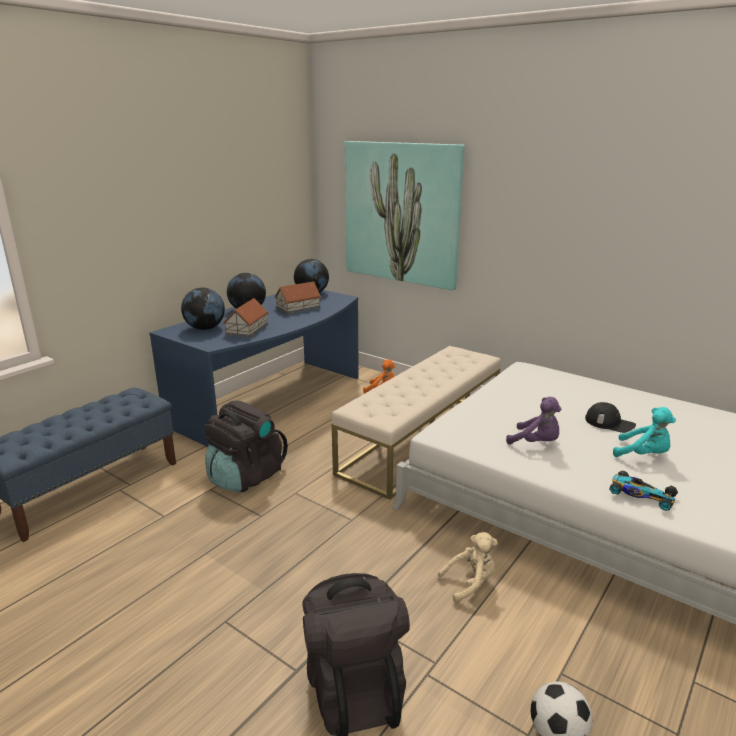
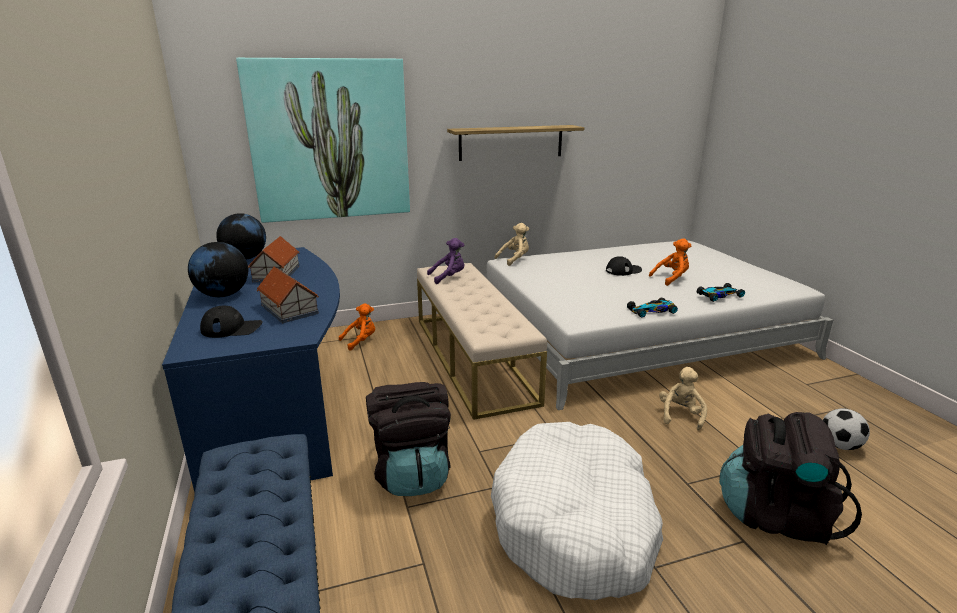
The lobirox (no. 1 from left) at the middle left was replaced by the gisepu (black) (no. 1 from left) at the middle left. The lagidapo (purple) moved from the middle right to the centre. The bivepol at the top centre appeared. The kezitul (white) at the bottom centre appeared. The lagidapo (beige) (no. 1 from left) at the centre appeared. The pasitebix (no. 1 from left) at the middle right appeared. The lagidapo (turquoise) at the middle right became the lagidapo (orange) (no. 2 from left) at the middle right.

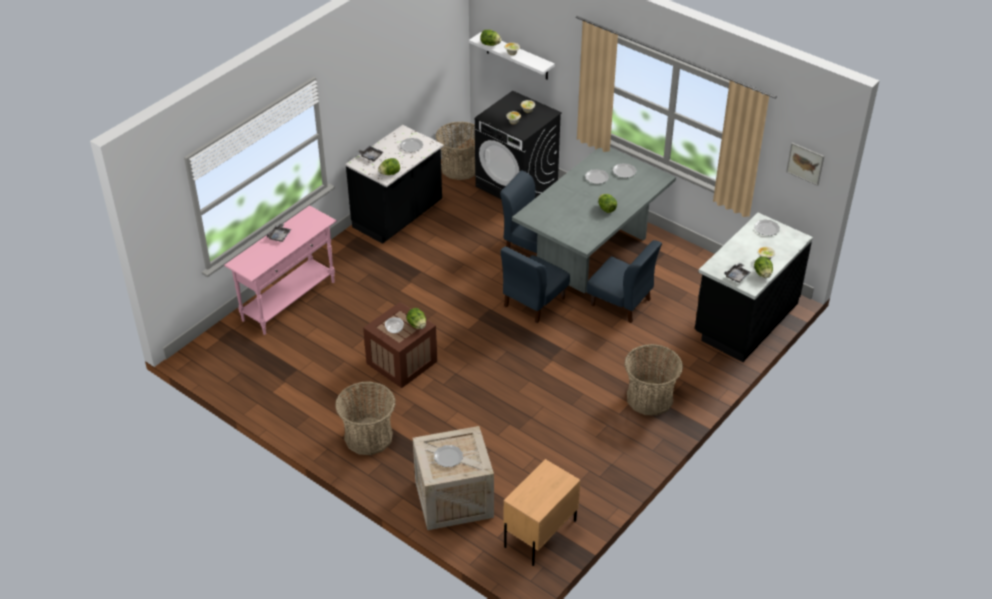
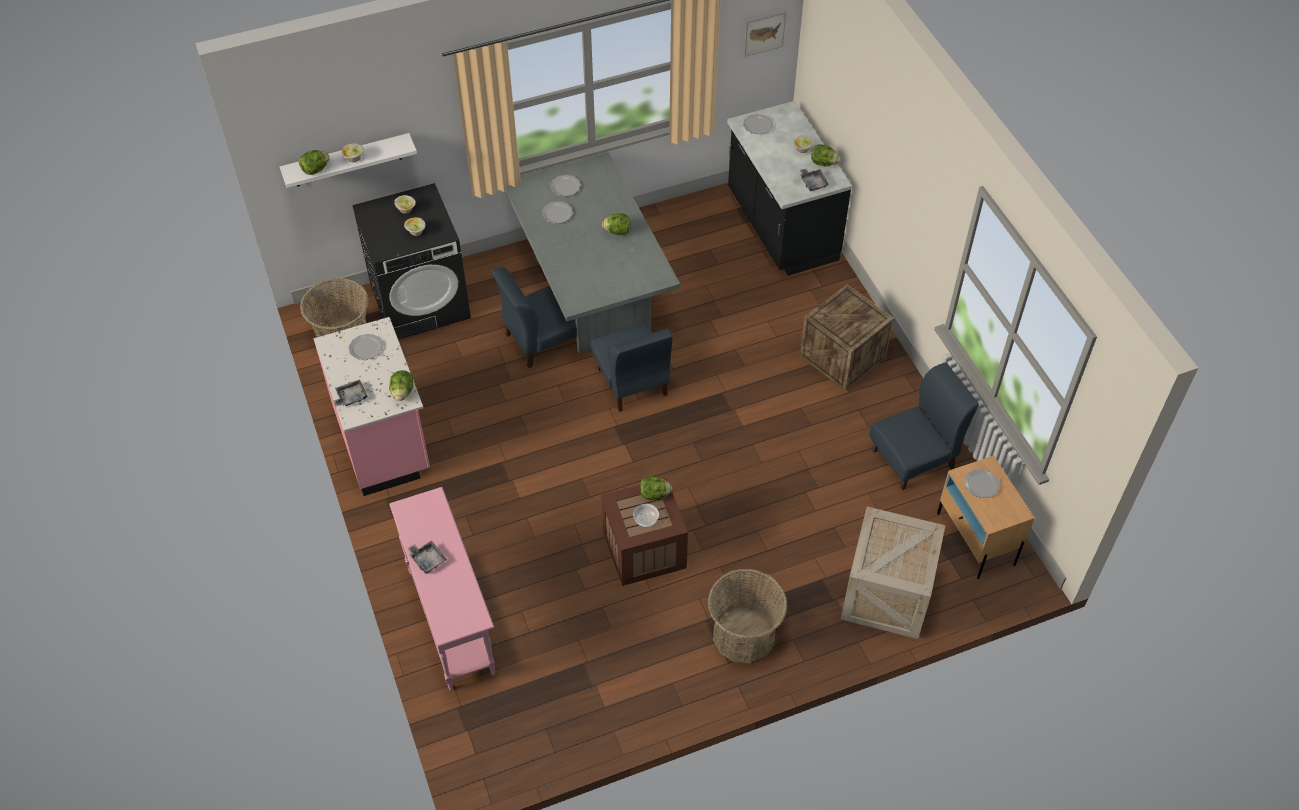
The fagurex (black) (no. 1 from left) at the top centre became the fagurex (pink) at the middle left. The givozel (no. 3 from left) at the centre was replaced by the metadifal (no. 2 from left) at the centre. The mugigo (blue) (no. 3 from left) moved from the centre to the middle right. The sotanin (no. 2 from left in the first image) moved from the bottom centre to the middle right.

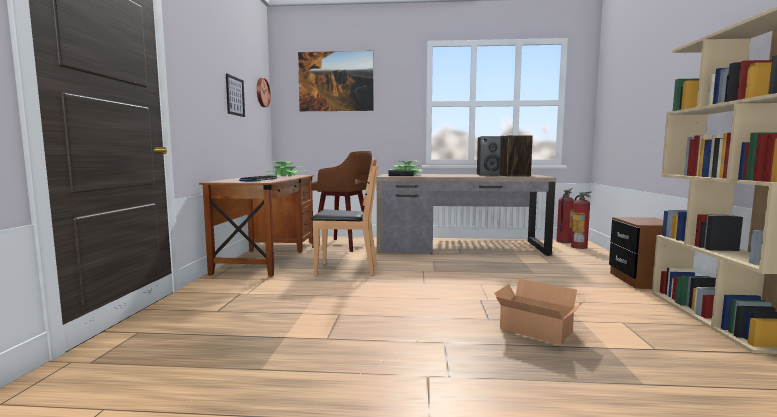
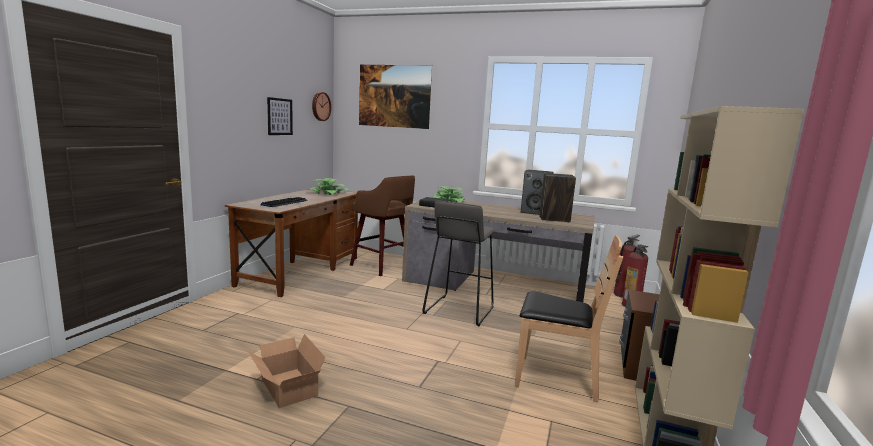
The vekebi moved from the bottom right to the bottom left. The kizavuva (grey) at the centre appeared. The mugigo (brown) moved from the centre to the bottom centre.

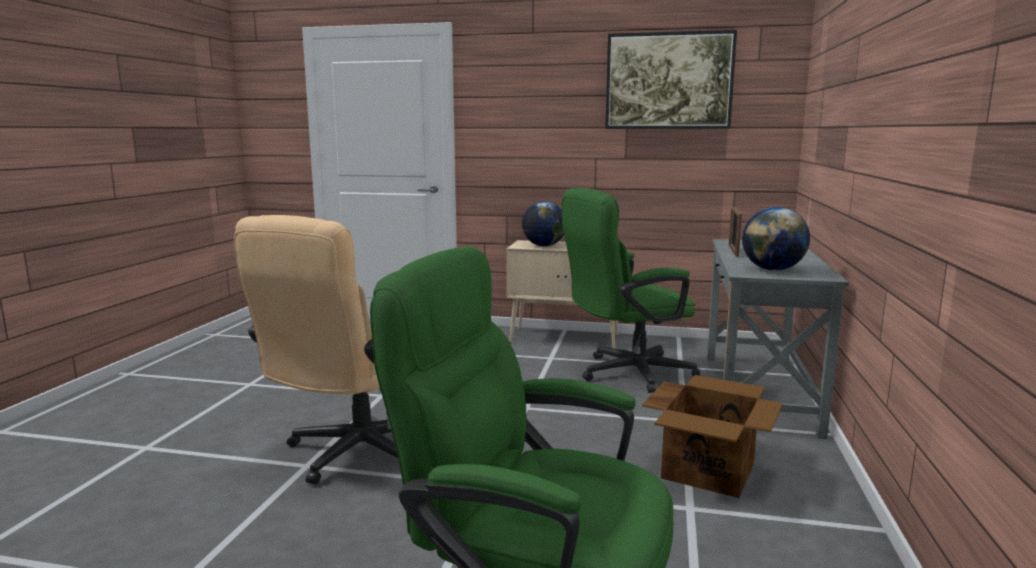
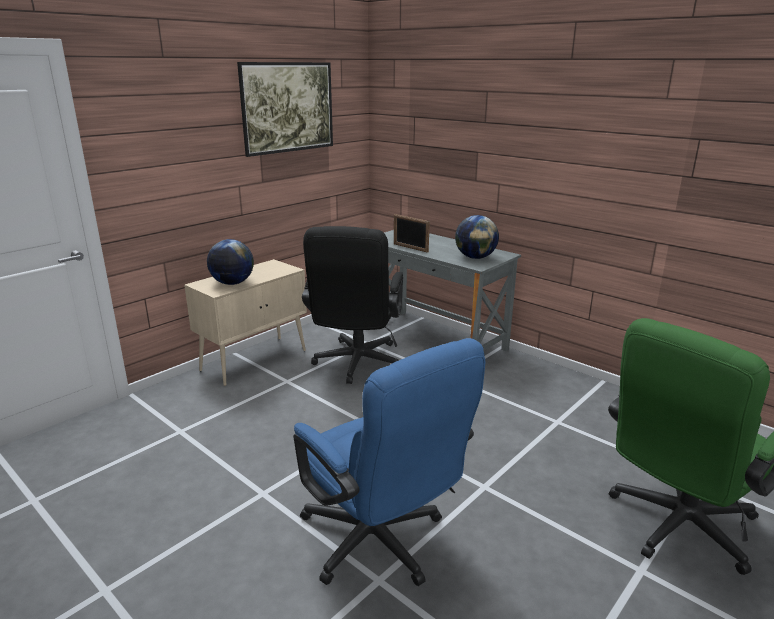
The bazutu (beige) at the middle left became the bazutu (blue) at the bottom centre. The bazutu (green) (no. 2 from left) at the centre became the bazutu (black) at the centre. The vekebi at the bottom right disappeared.

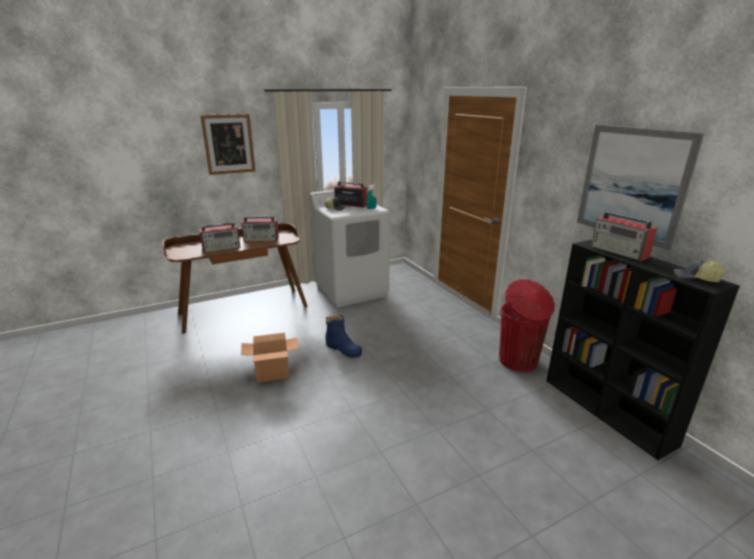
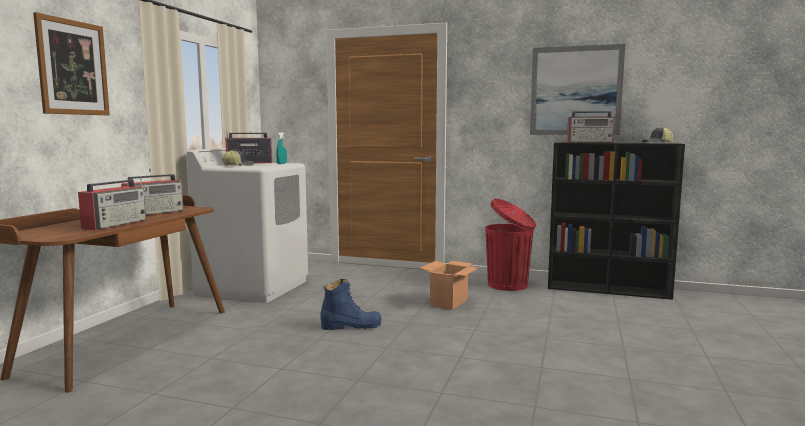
The vekebi moved from the centre to the bottom centre.

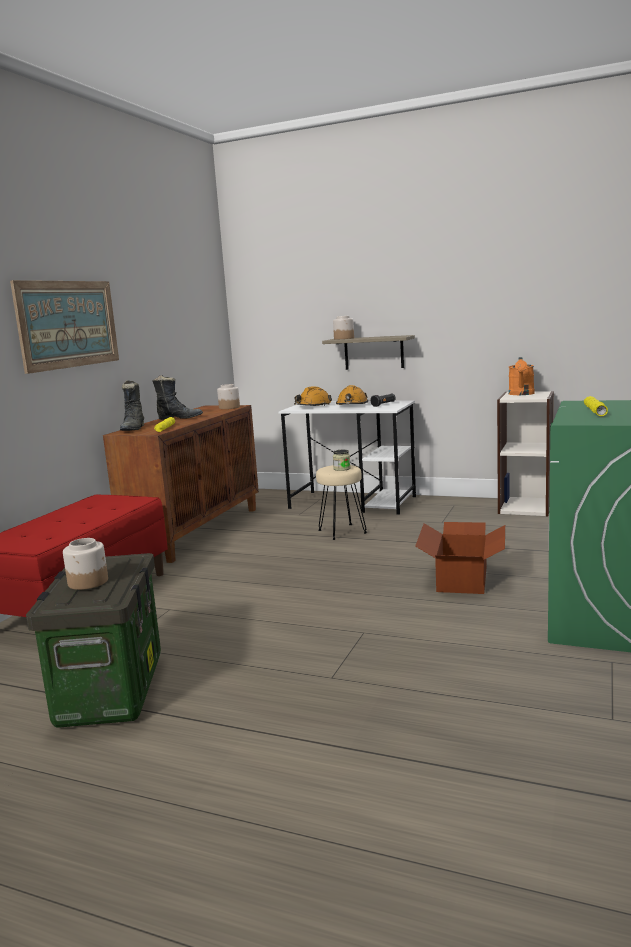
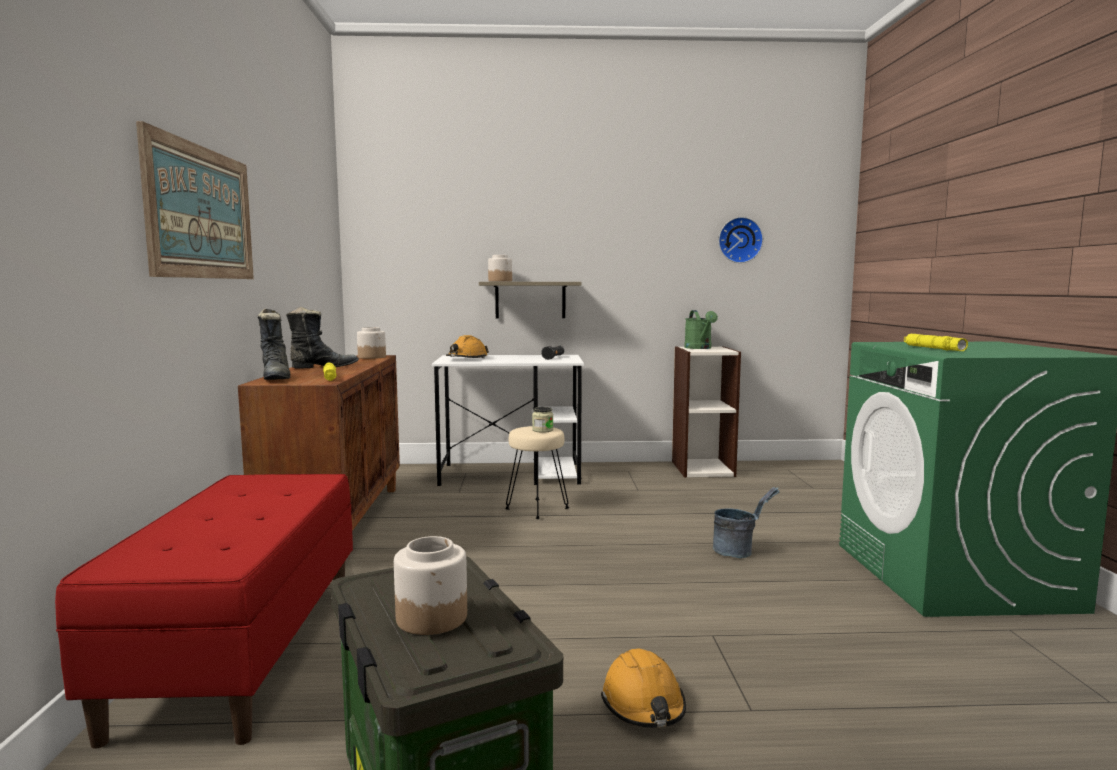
The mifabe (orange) (no. 2 from left) moved from the centre to the bottom centre. The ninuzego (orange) at the middle right became the ninuzego (green) at the centre. The vekebi at the middle right was replaced by the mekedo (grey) at the bottom right. The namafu at the top centre appeared.

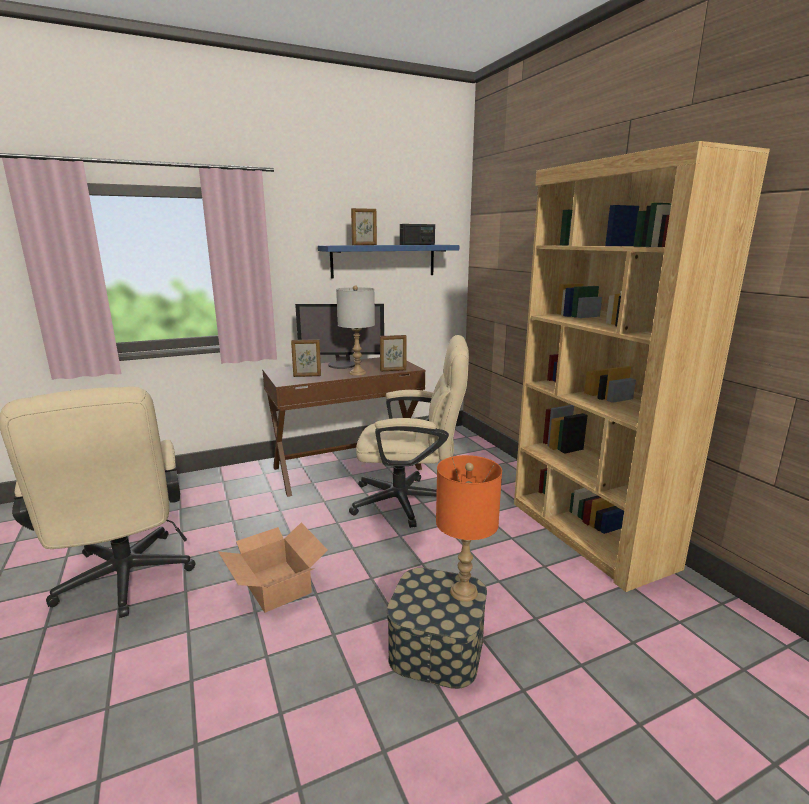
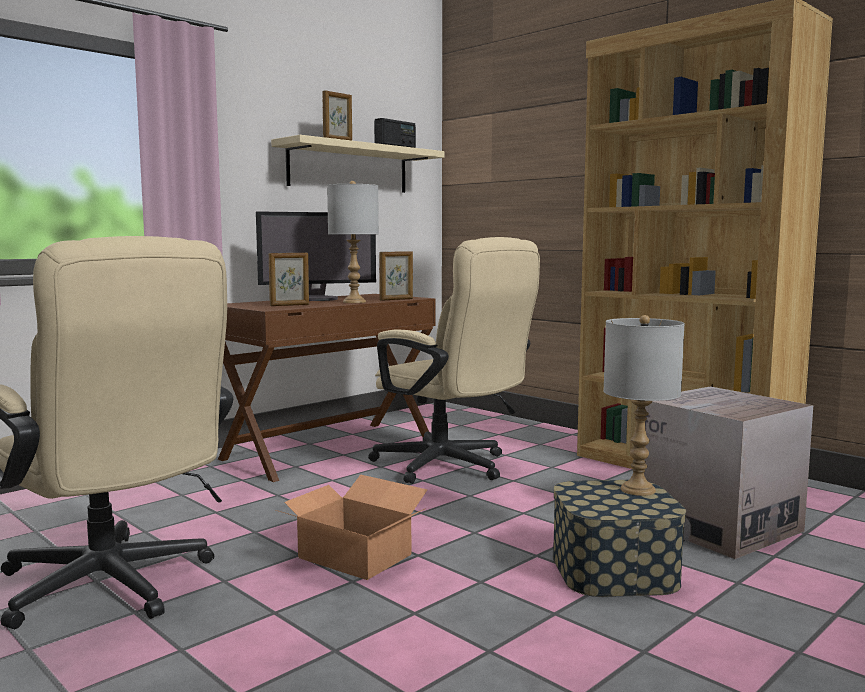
The bivepol (blue) at the top centre became the bivepol (beige) at the top centre. The bazutu (beige) (no. 2 from left) at the centre turned 60 degrees clockwise. The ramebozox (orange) at the centre became the ramebozox (grey) (no. 2 from left) at the middle right. The vekebi (no. 2 from left) at the bottom right appeared.

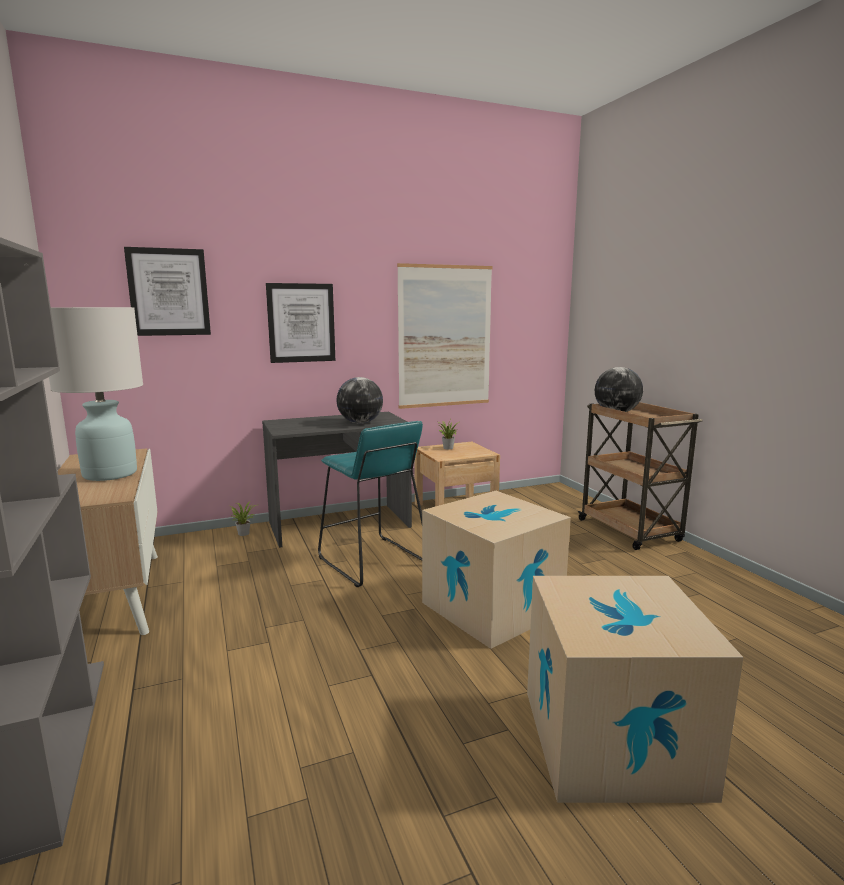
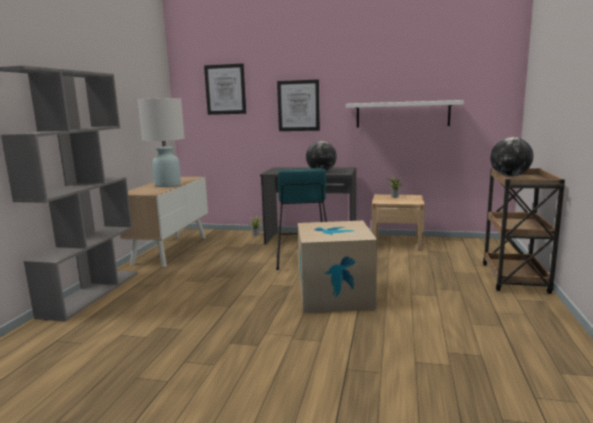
The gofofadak (no. 3 from left) at the centre was replaced by the bivepol (white) at the top right. The vekebi (no. 2 from left) at the bottom right disappeared.

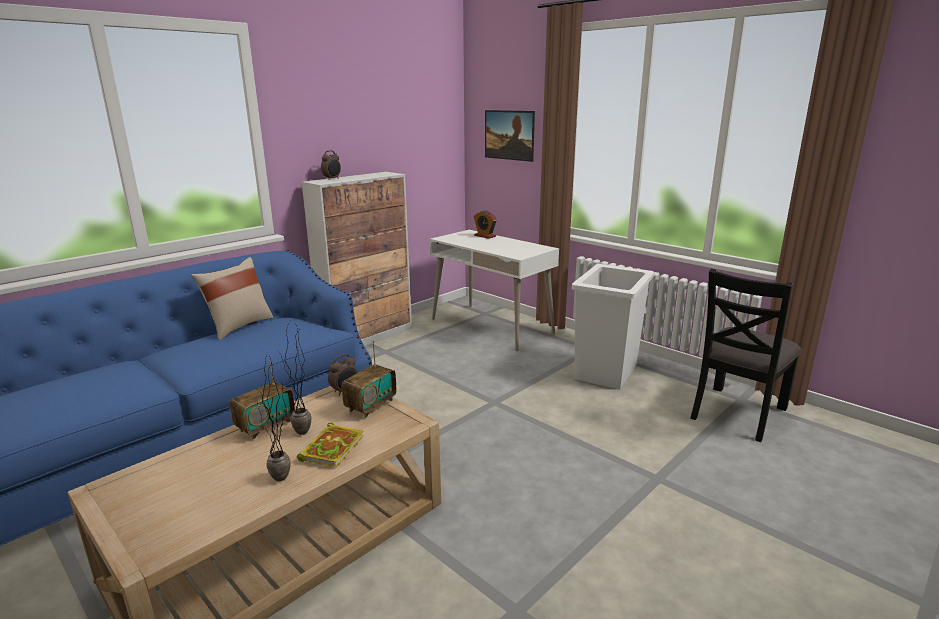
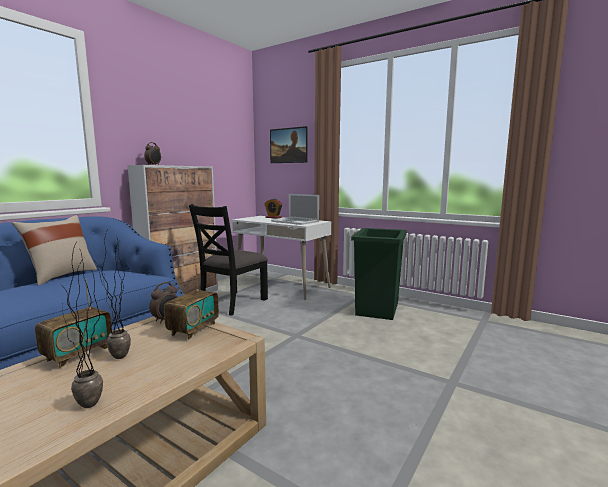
The mugigo (black) moved from the middle right to the centre. The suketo at the centre appeared. The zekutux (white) at the centre became the zekutux (green) at the centre. The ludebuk at the bottom centre disappeared.

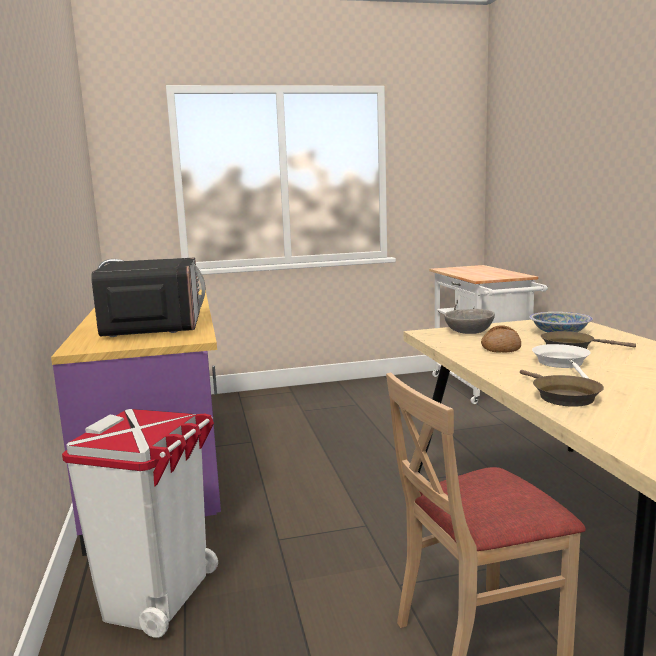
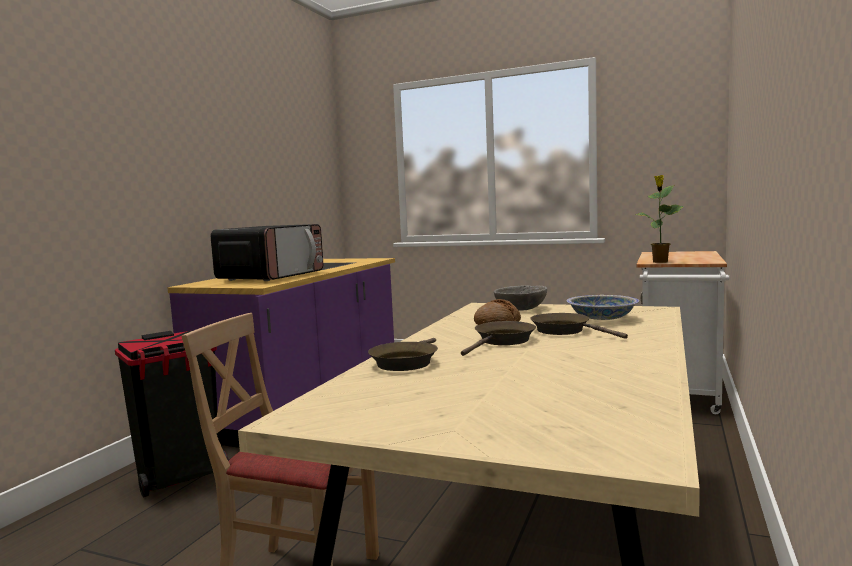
The zekutux (white) at the bottom left became the zekutux (black) at the bottom left. The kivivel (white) at the middle right became the kivivel (brown) (no. 2 from left) at the centre. The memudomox at the middle right appeared.

